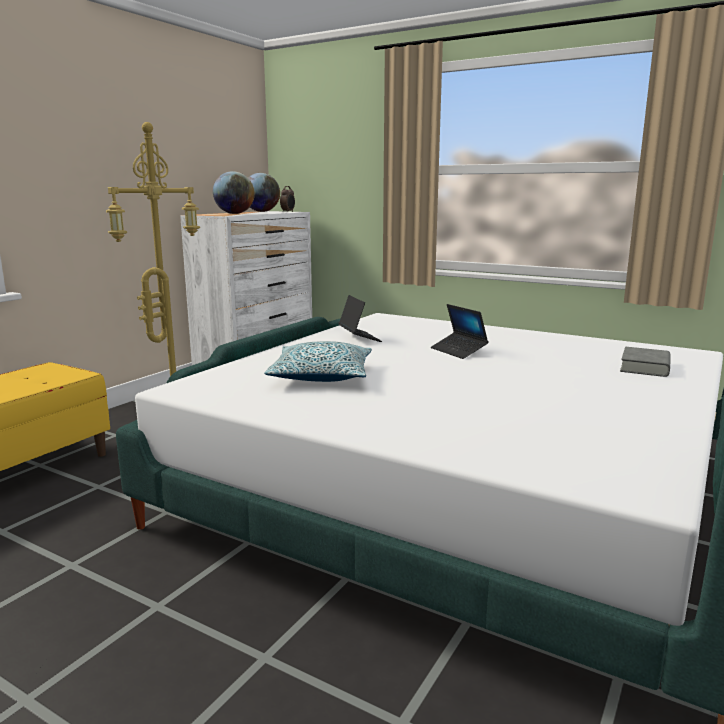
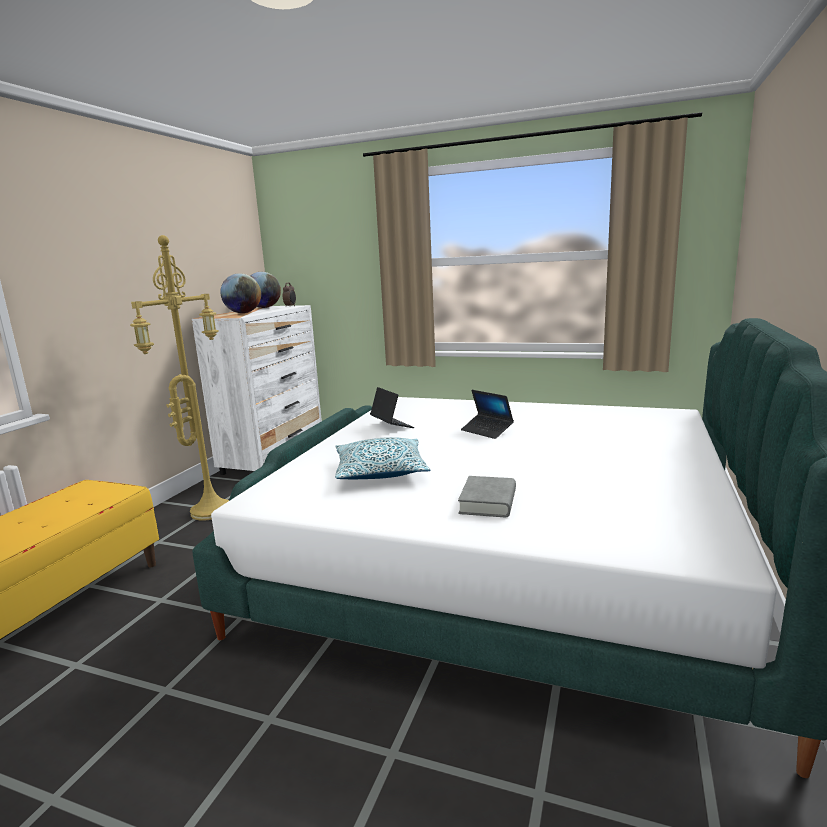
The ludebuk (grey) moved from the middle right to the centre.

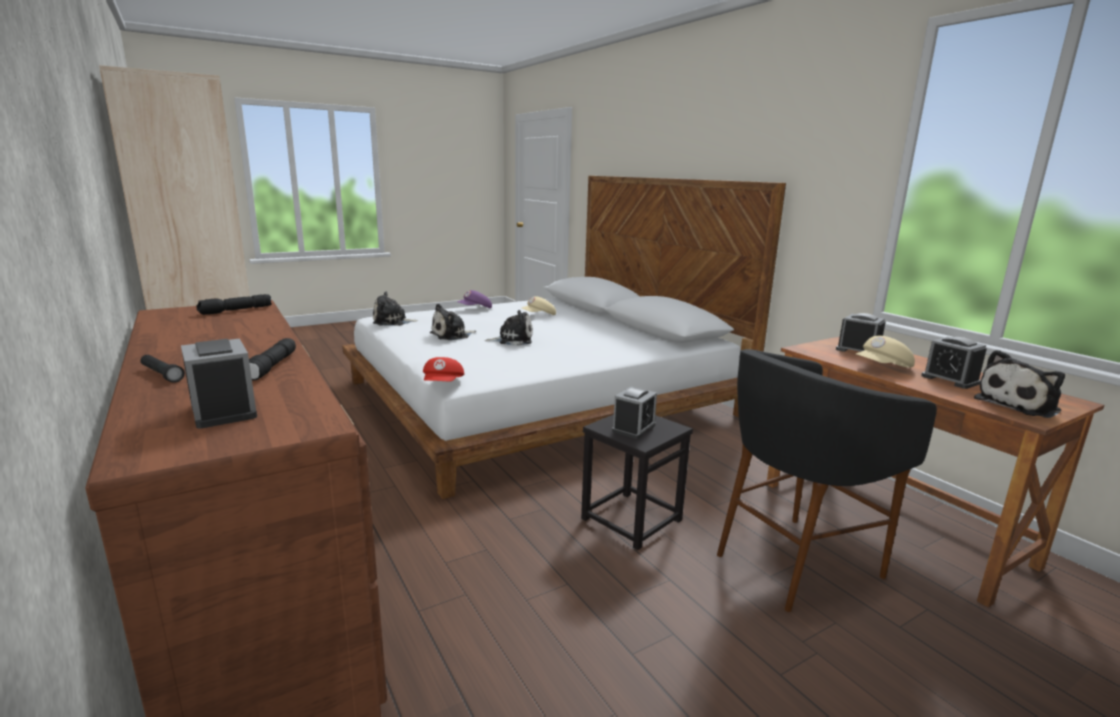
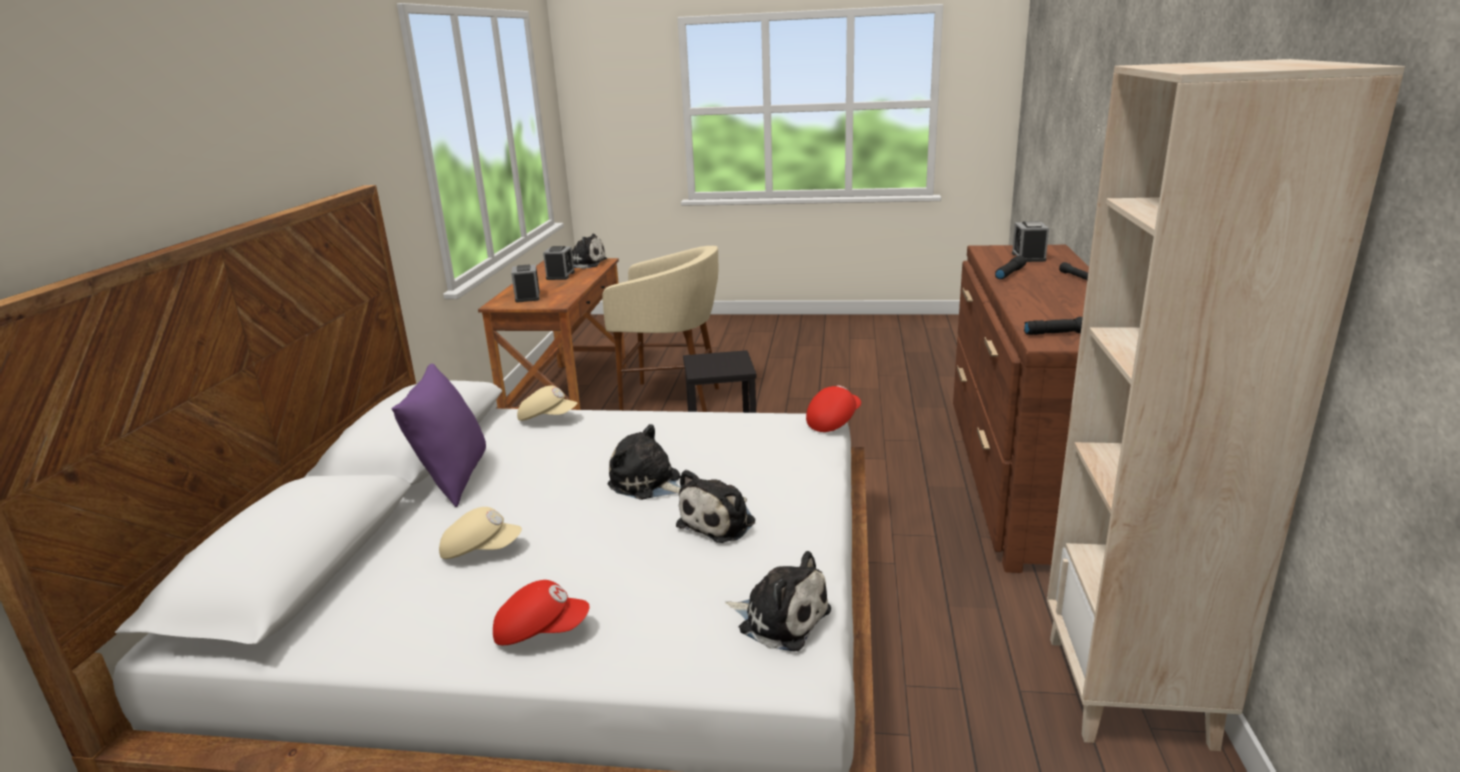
The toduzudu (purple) at the middle left appeared. The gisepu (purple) at the centre became the gisepu (red) (no. 1 from left) at the bottom centre. The gisepu (beige) (no. 2 from left) moved from the middle right to the centre. The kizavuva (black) (no. 2 from left) at the bottom right became the kizavuva (beige) at the centre. The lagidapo (no. 2 from left in the first image) at the centre turned 120 degrees clockwise. The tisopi (no. 2 from left) at the centre disappeared.

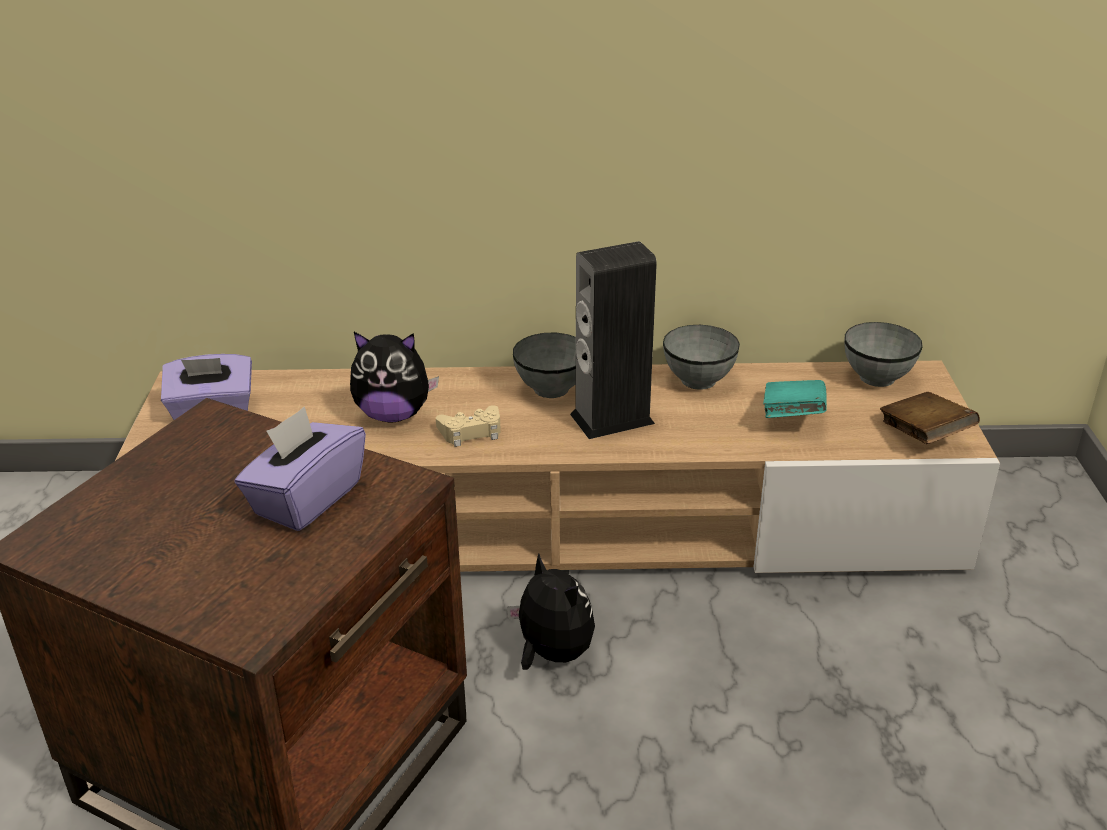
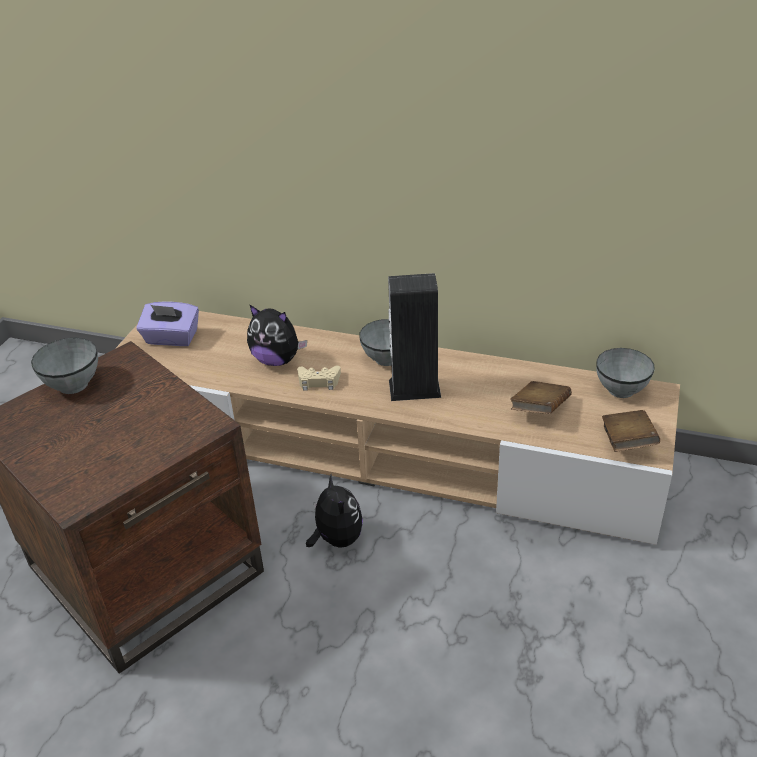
The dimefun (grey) (no. 2 from left in the first image) moved from the centre to the middle left. The ludebuk (turquoise) at the middle right became the ludebuk (brown) (no. 1 from left) at the middle right. The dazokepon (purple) (no. 2 from left) at the middle left disappeared.

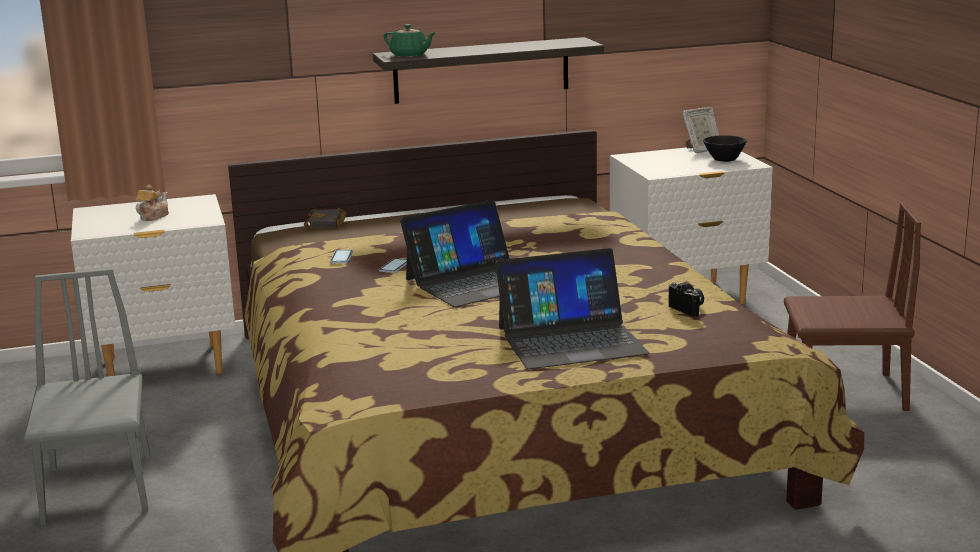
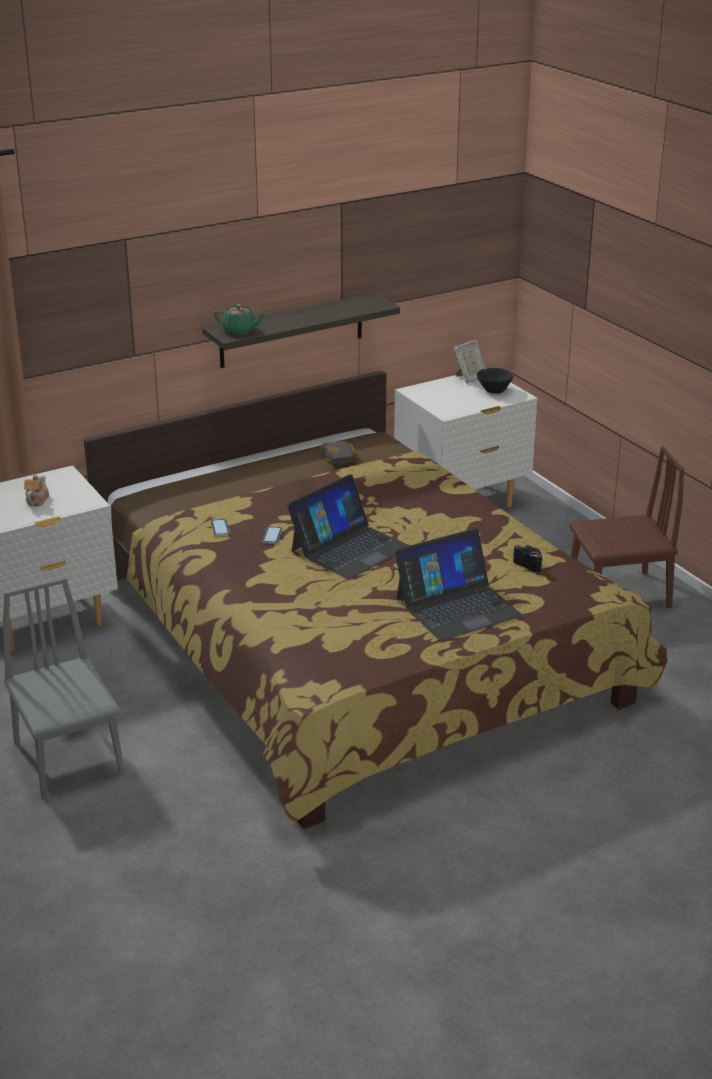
The ludebuk (black) moved from the middle left to the centre.

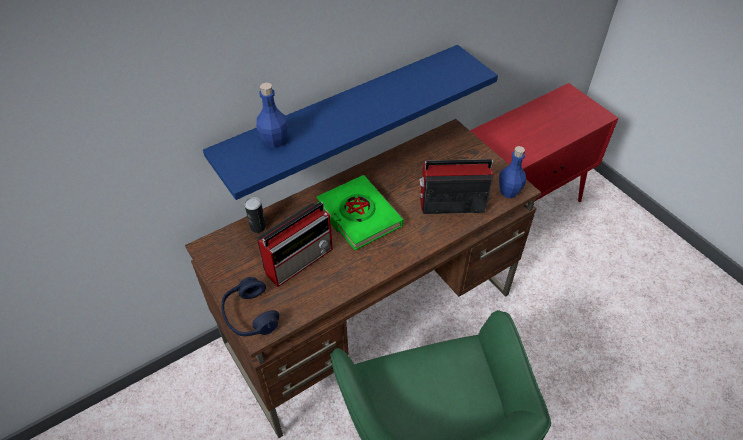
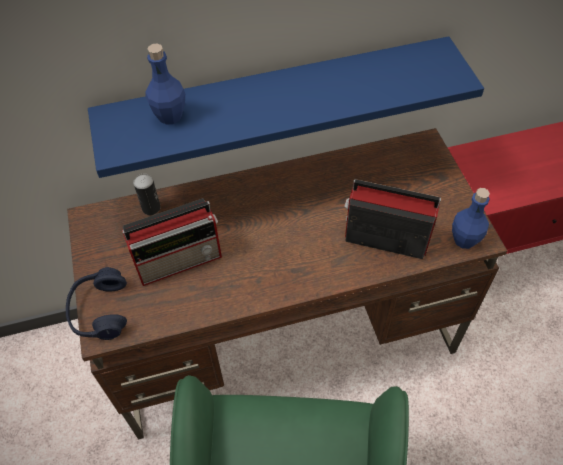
The ludebuk (green) at the centre disappeared.

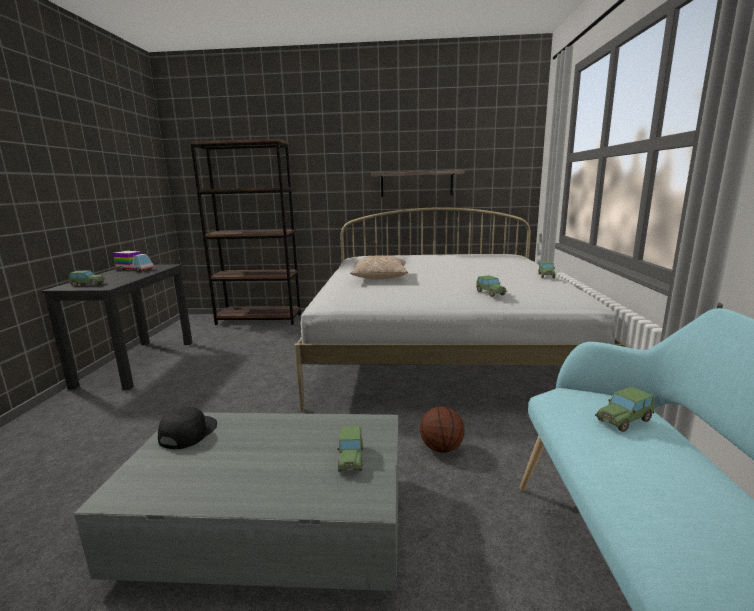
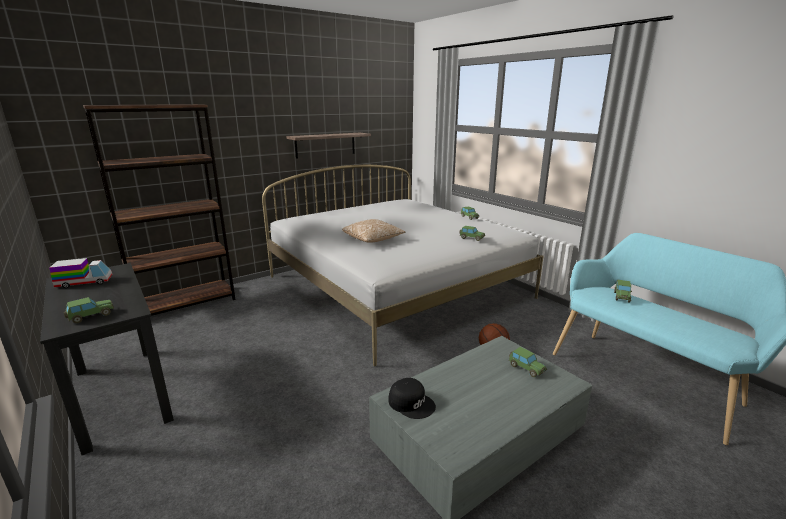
The gisepu (black) at the bottom left turned 150 degrees clockwise.

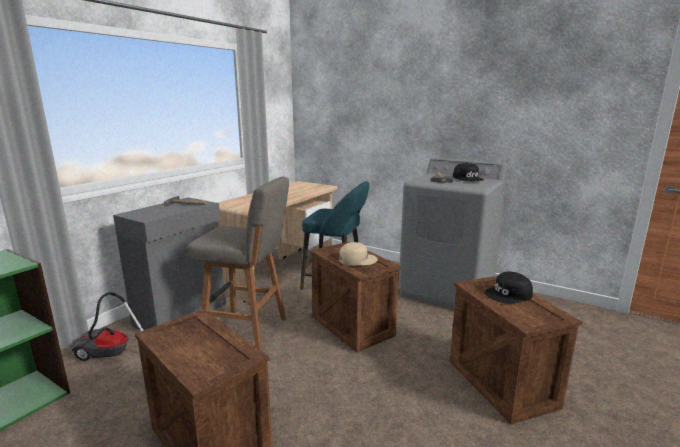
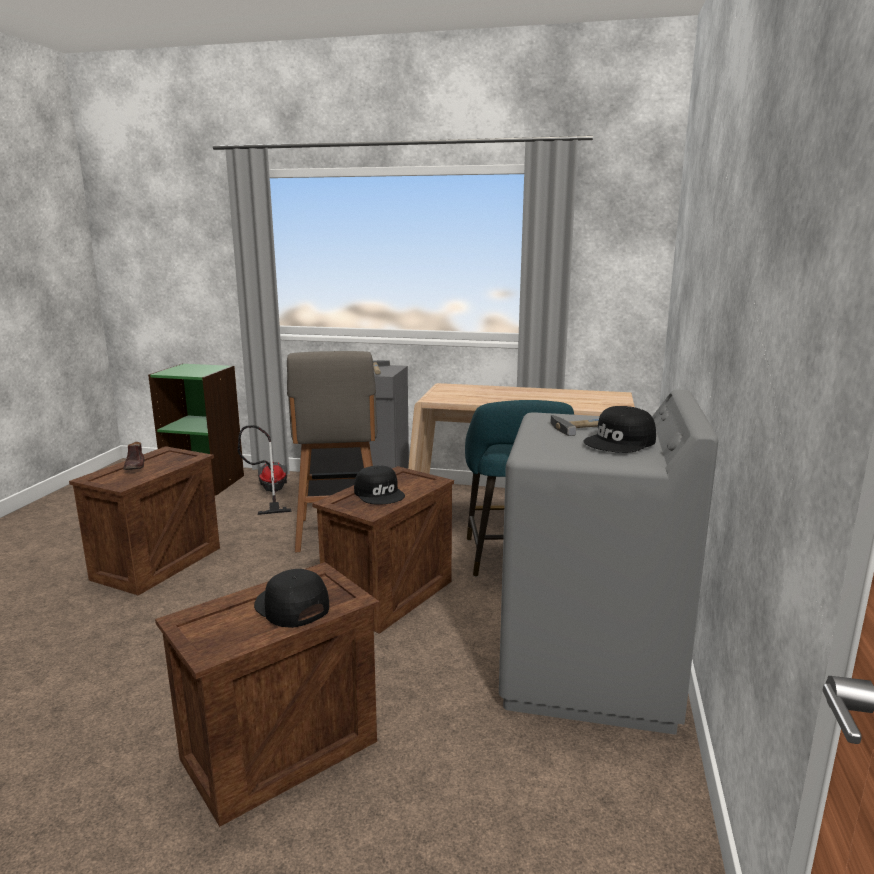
The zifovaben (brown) at the middle left appeared. The gisepu (beige) at the centre became the gisepu (black) (no. 2 from left) at the centre.

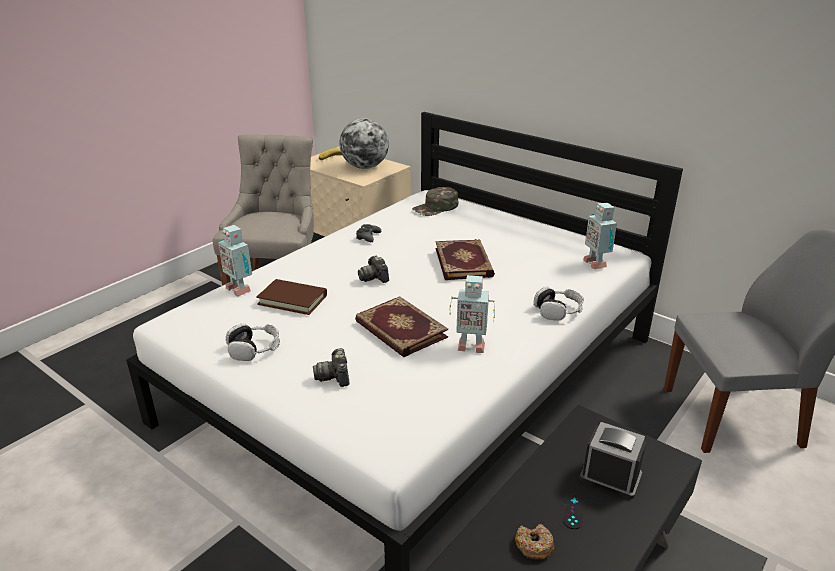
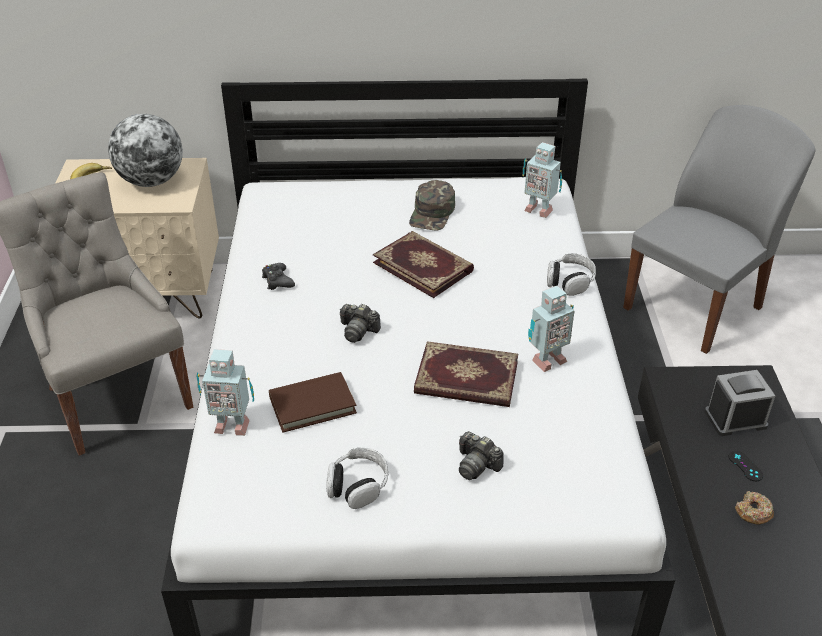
The gisepu (green) moved from the centre to the top centre.

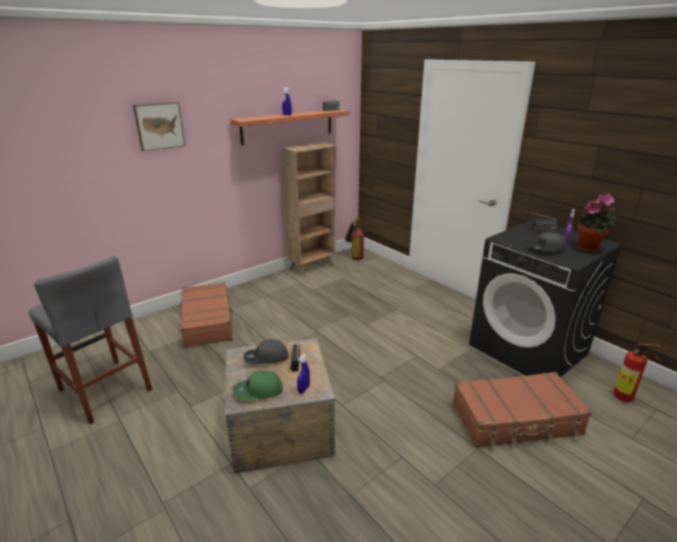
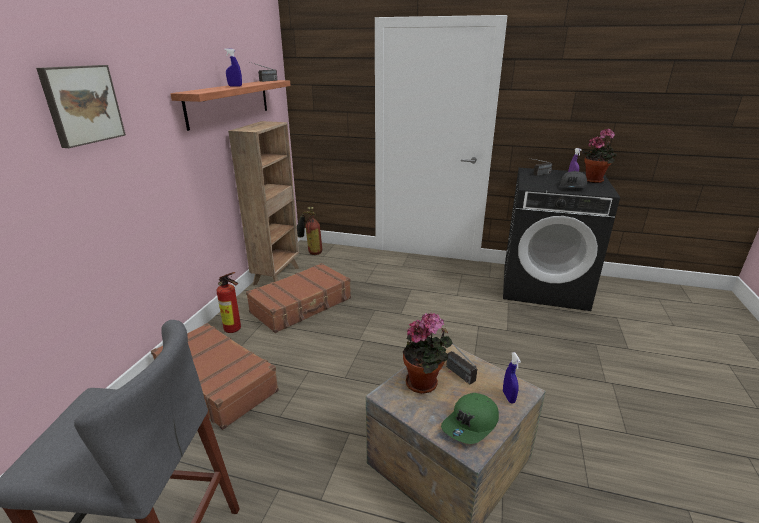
The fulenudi (no. 2 from left in the first image) moved from the bottom right to the middle left. The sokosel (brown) (no. 2 from left) moved from the bottom right to the centre. The gisepu (grey) (no. 1 from left) at the centre was replaced by the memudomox (no. 1 from left) at the bottom centre.

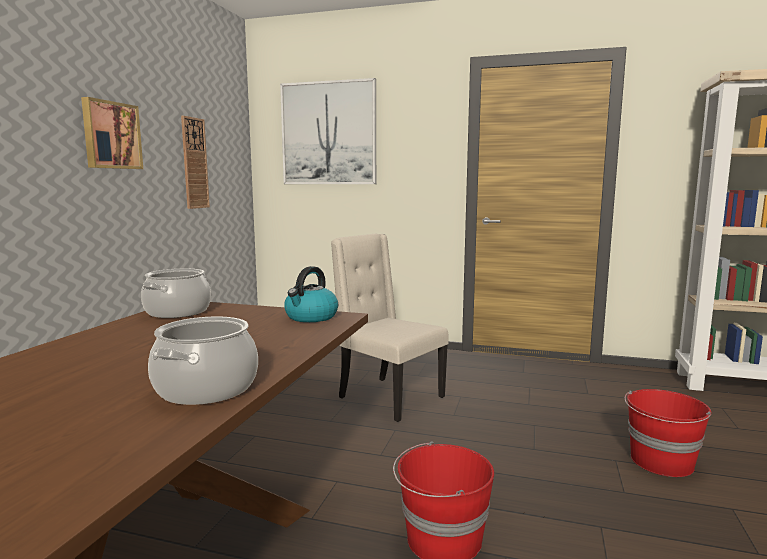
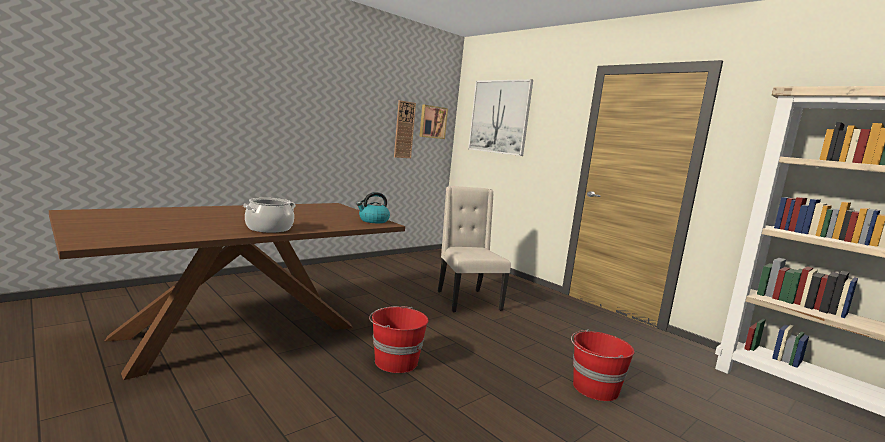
The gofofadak (no. 1 from left) moved from the top left to the top centre. The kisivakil (no. 1 from left) at the middle left disappeared.

